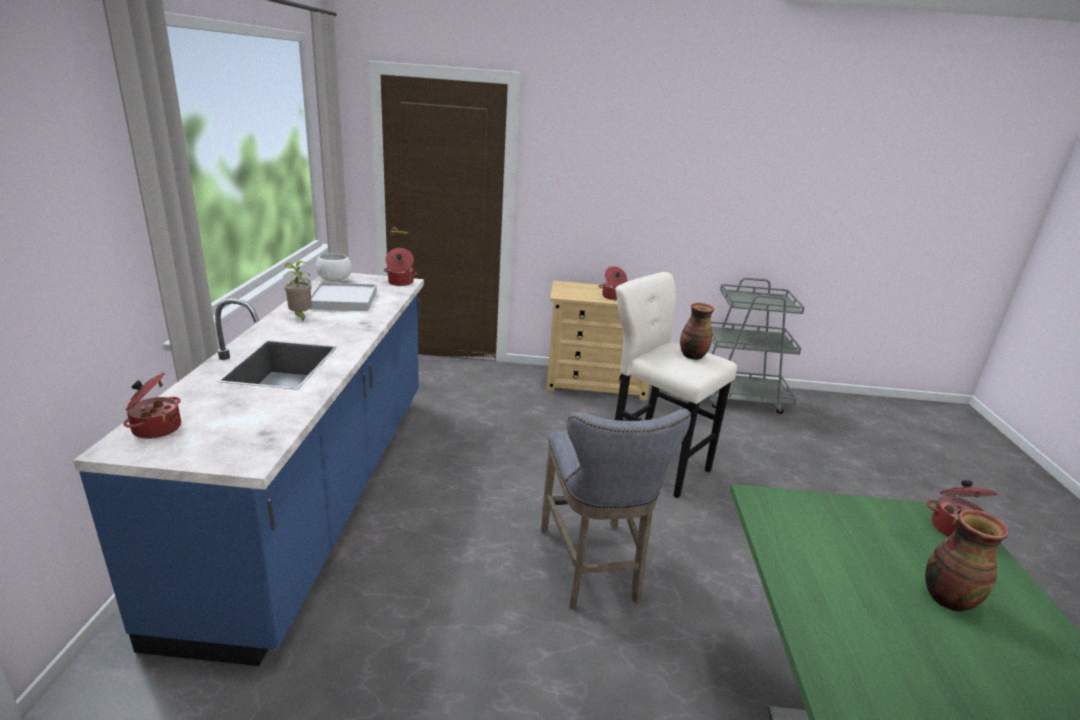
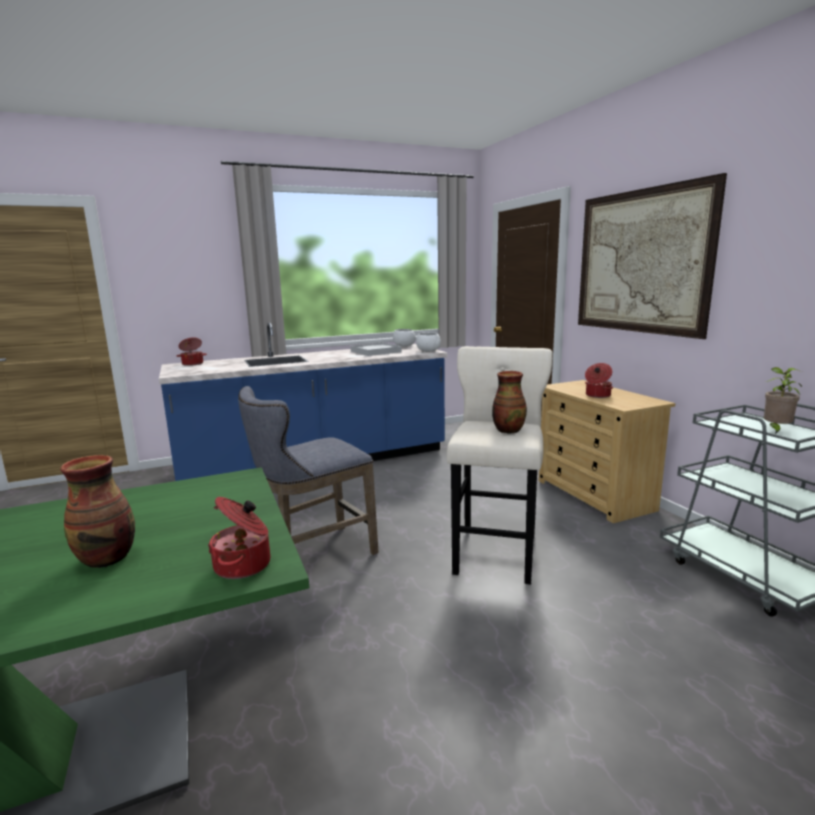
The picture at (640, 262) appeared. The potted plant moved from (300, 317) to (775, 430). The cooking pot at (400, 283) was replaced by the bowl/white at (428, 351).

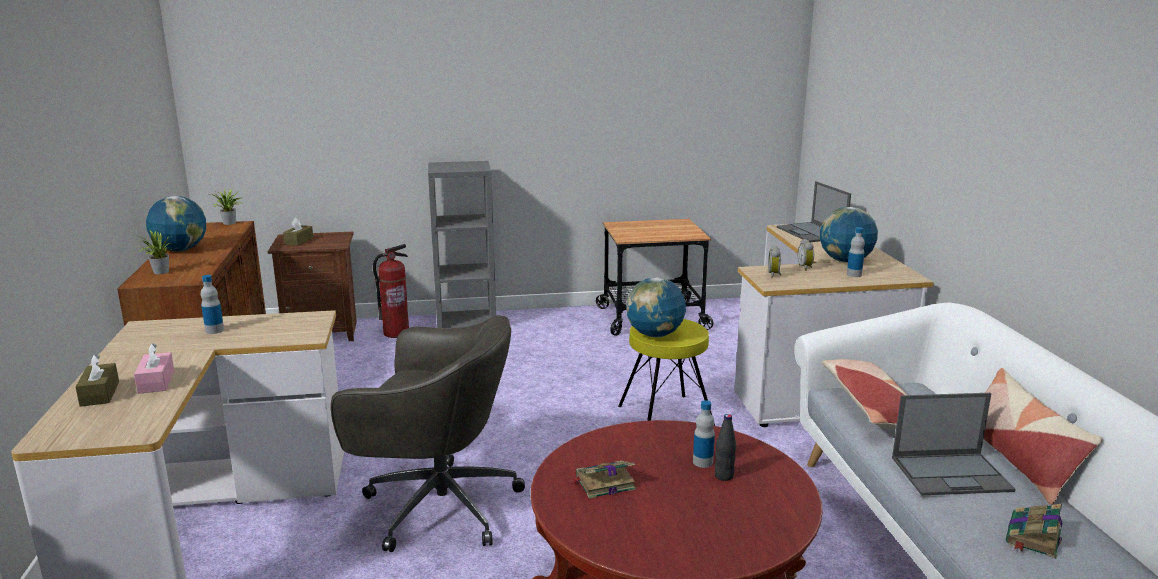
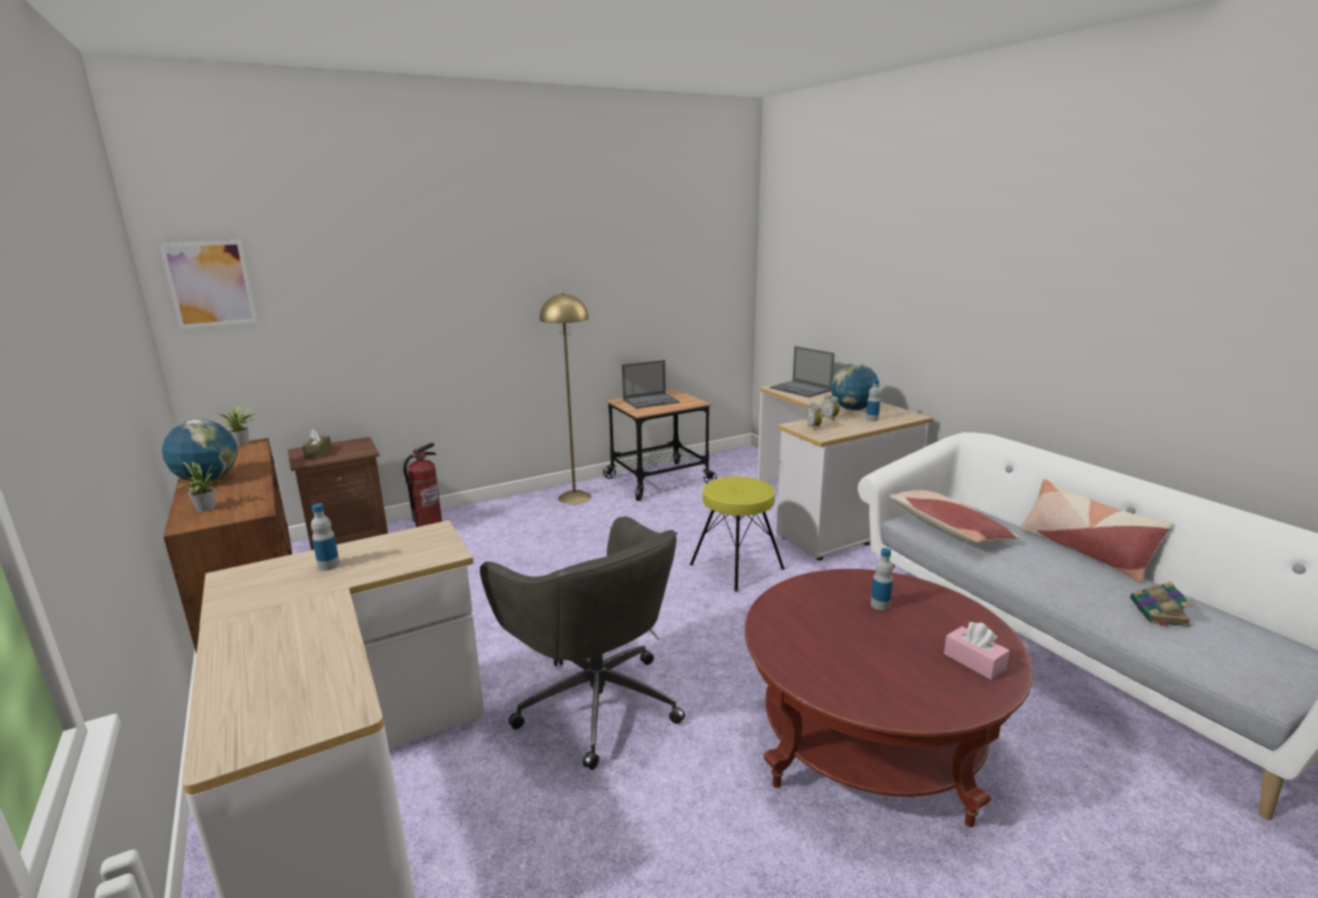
The tissue box/brown at (100, 394) disappeared. The bookcase/grey at (467, 323) disappeared. The book at (603, 483) disappeared. The globe at (655, 335) disappeared. The bottle/black at (724, 476) disappeared. The picture at (210, 284) appeared. The floor lamp/yellow at (575, 497) appeared. The tissue box/pink moved from (156, 382) to (974, 661). The laptop moved from (952, 474) to (651, 401). The office chair/grey at (437, 506) turned 60 degrees clockwise.

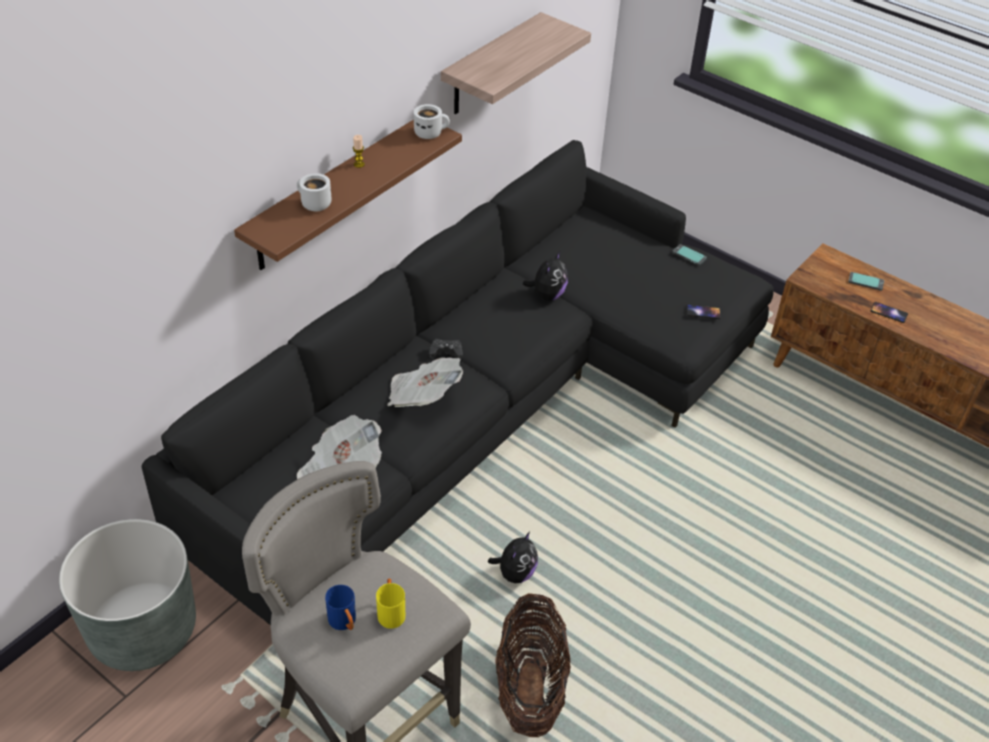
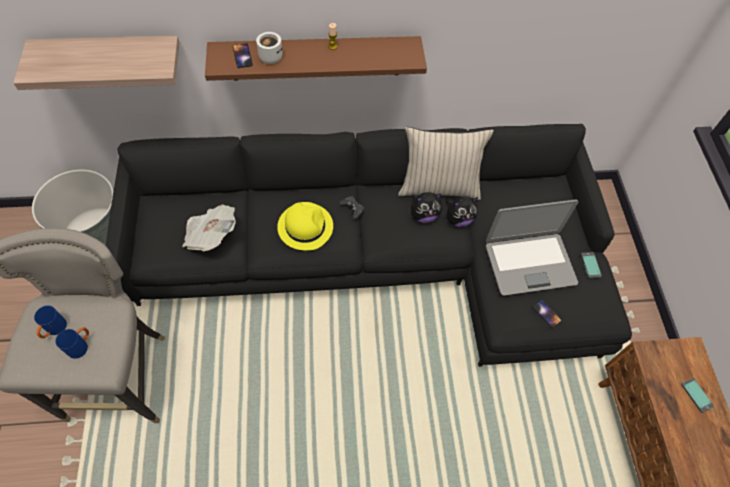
The mug/white at (430, 132) disappeared. The basket at (530, 688) disappeared. The pillow/beige at (438, 187) appeared. The laptop at (529, 263) appeared. The shelf moved from (491, 65) to (111, 57). The plush toy moved from (515, 573) to (423, 215). The phone moved from (889, 312) to (242, 56). The newspaper at (423, 396) was replaced by the hat/yellow at (305, 226). The mug/yellow at (391, 612) became the mug/blue at (81, 346).

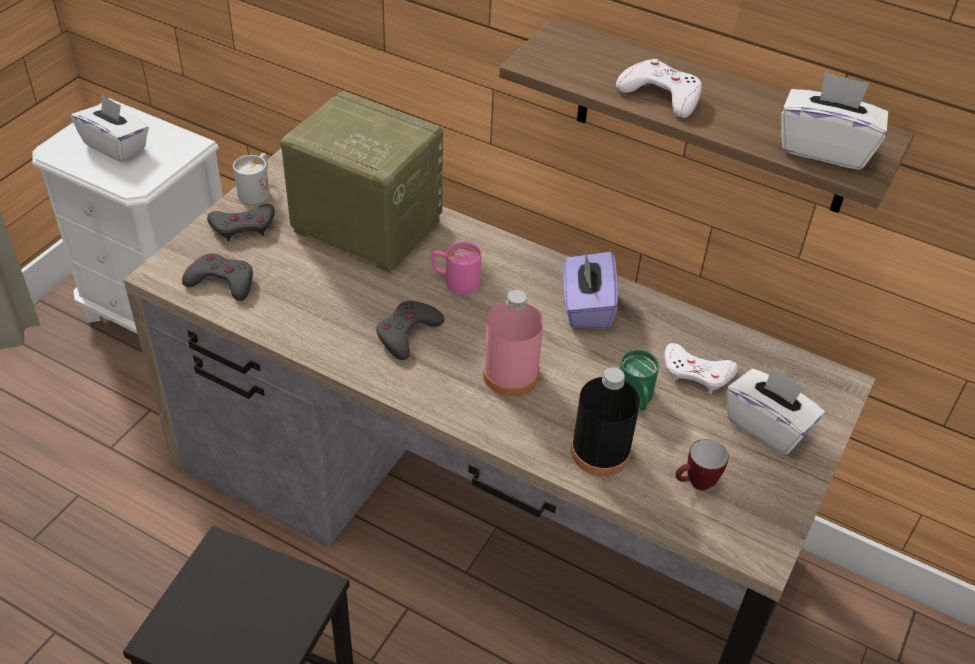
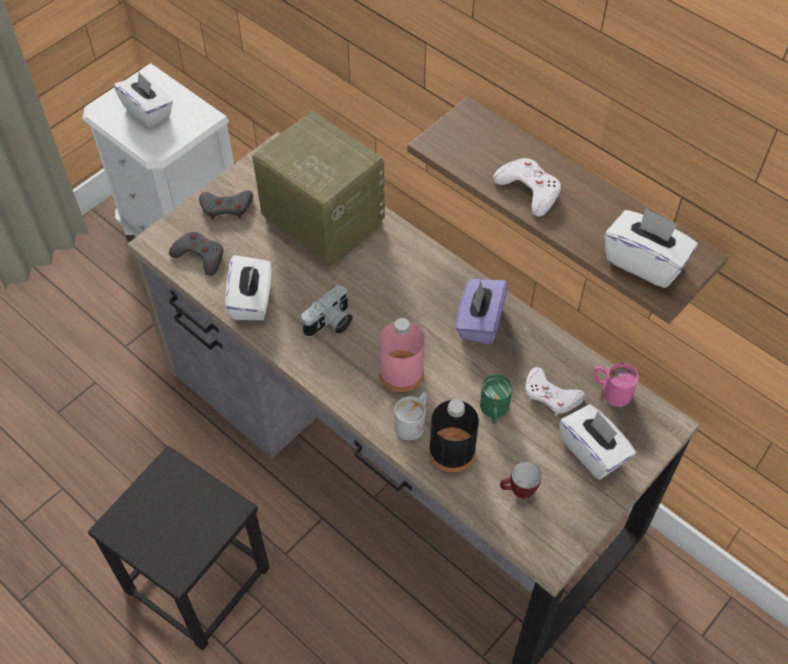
The tissue box/white at (252, 300) appeared. The mug/white moved from (257, 190) to (413, 422). The mug/pink moved from (455, 281) to (610, 391). The game controller/grey at (407, 333) was replaced by the photo camera at (330, 324).

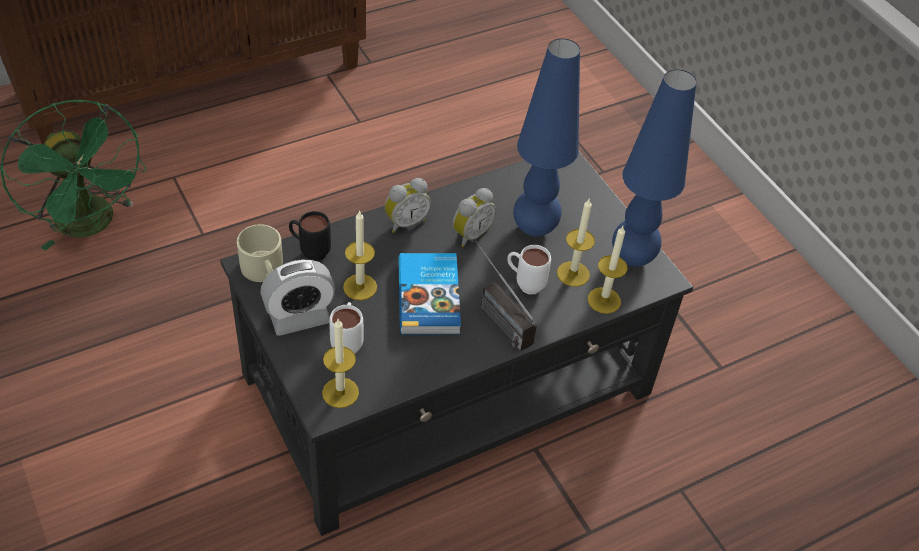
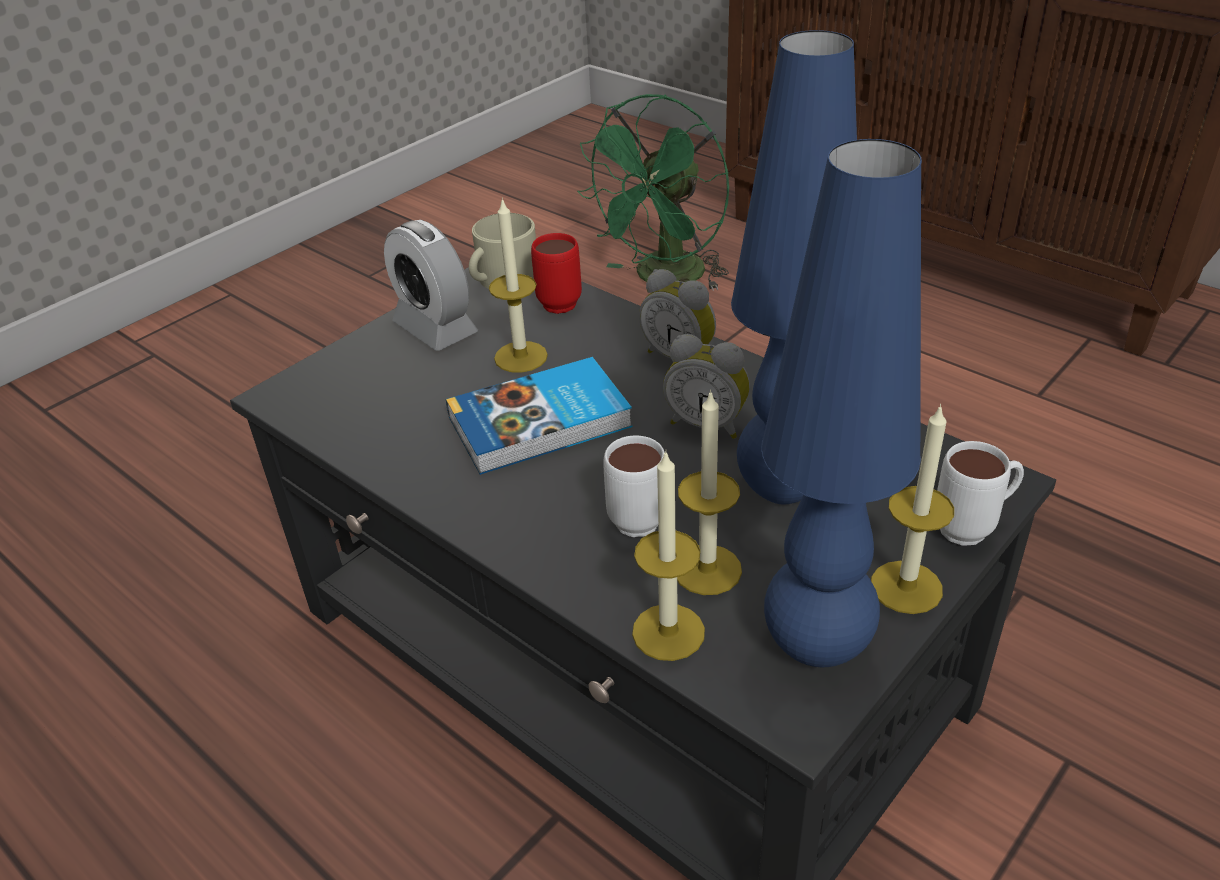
The radio at (494, 315) disappeared. The candle moved from (340, 392) to (906, 587). The mug/white moved from (347, 342) to (973, 528). The mug/black at (310, 251) became the mug/red at (560, 300).

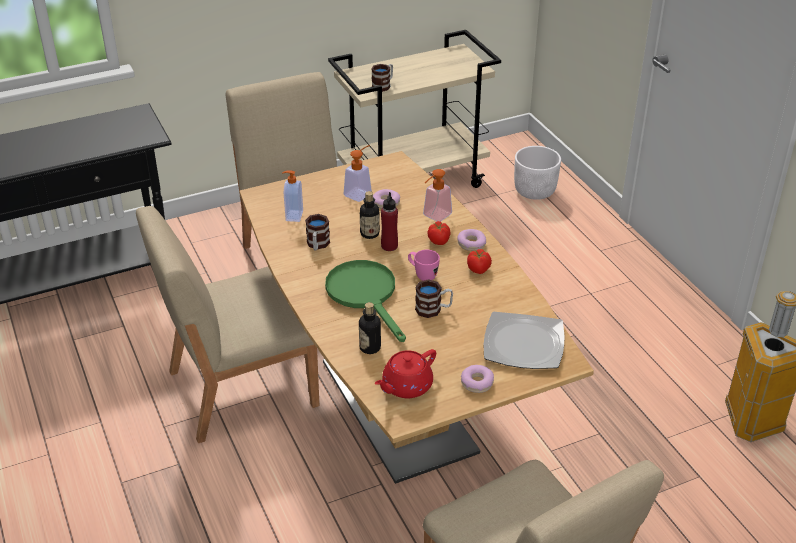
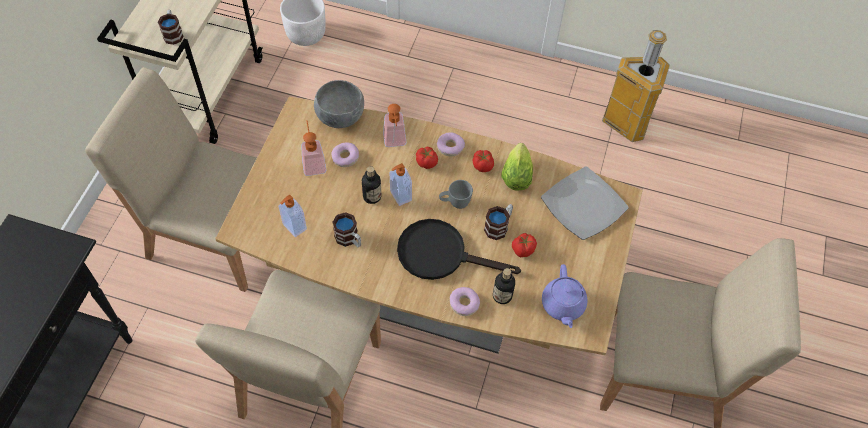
The bowl/grey at (340, 118) appeared. The lettuce at (516, 174) appeared. The tomato at (522, 250) appeared. The donut moved from (477, 383) to (464, 303). The bottle/red at (389, 246) was replaced by the soap dispenser at (400, 196). The frying pan/green at (365, 295) became the frying pan/black at (441, 254). The teapot/red at (406, 386) became the teapot/purple at (563, 305). The mug/pink at (422, 275) became the mug/grey at (455, 203).

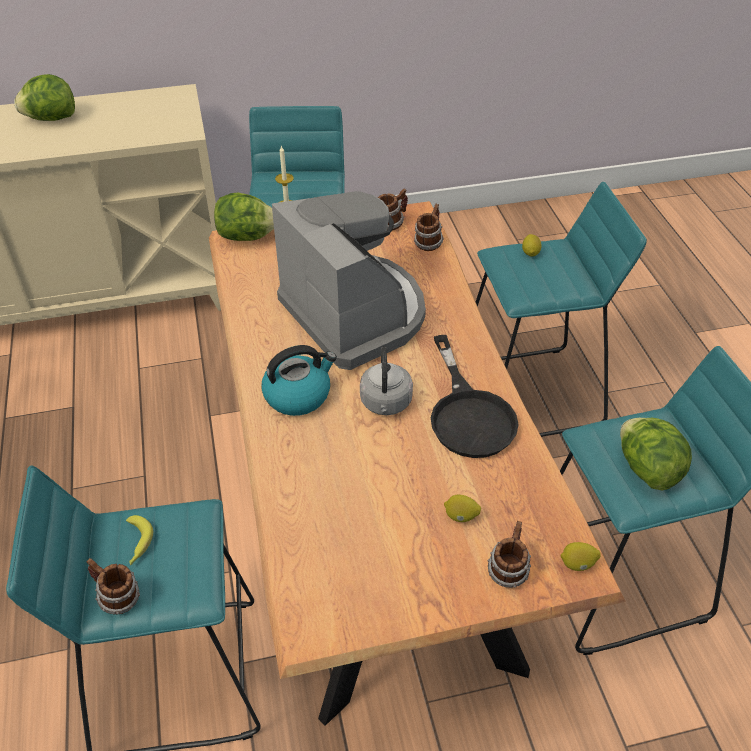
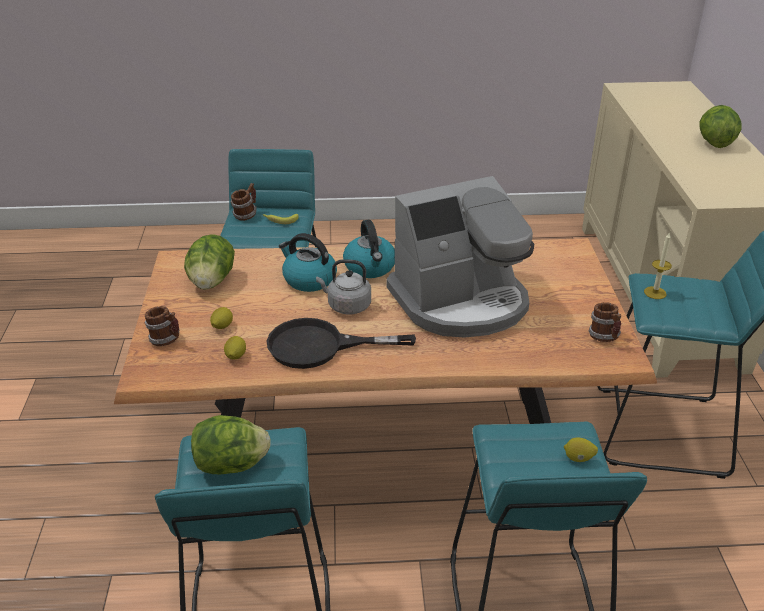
The mug at (428, 242) disappeared. The kettle at (308, 279) appeared. The lettuce moved from (246, 237) to (212, 282). The lemon moved from (577, 564) to (235, 356).

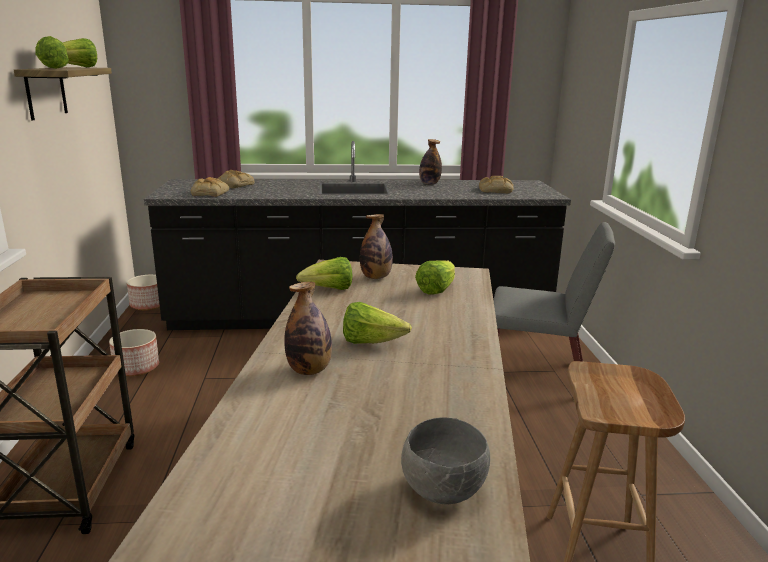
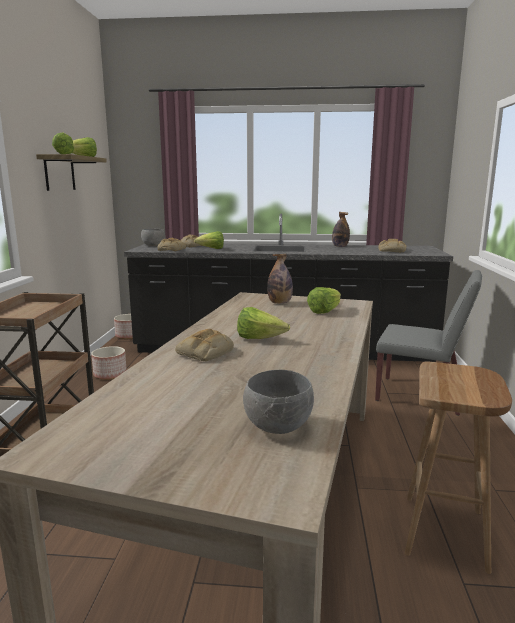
The bowl/grey at (153, 246) appeared. The lettuce moved from (329, 290) to (212, 249). The bottle at (309, 370) was replaced by the bread at (205, 352).

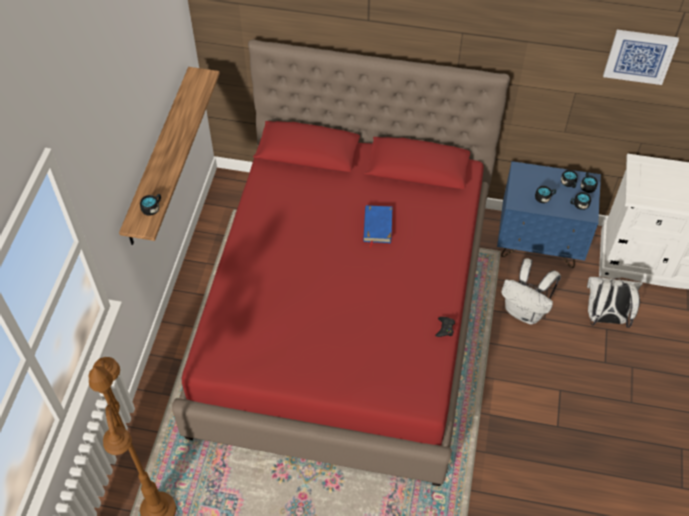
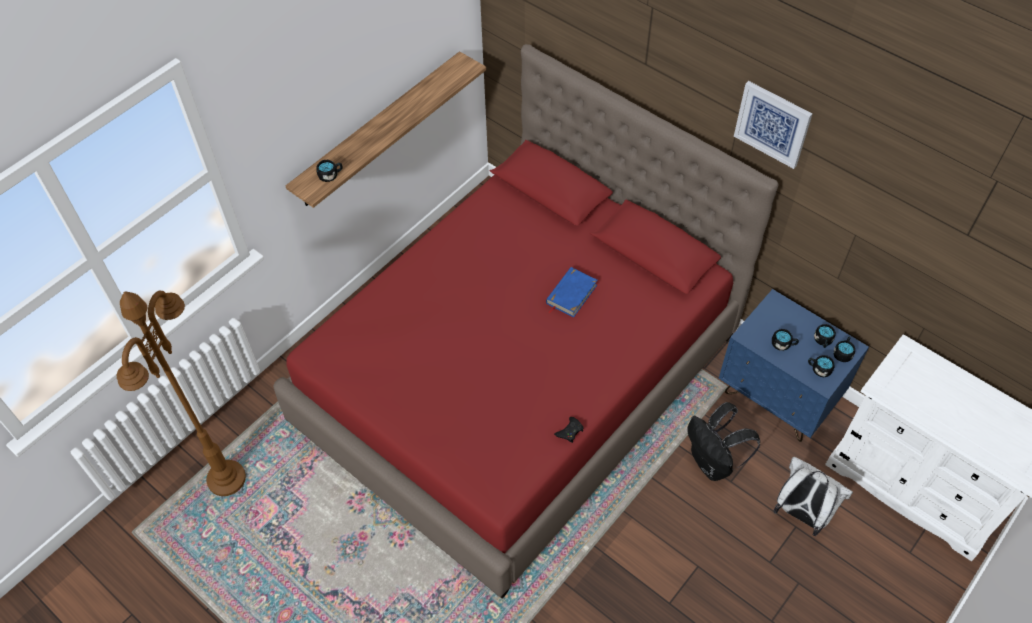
The picture moved from (639, 56) to (773, 123). The backpack/white at (525, 311) became the backpack/black at (713, 463).

